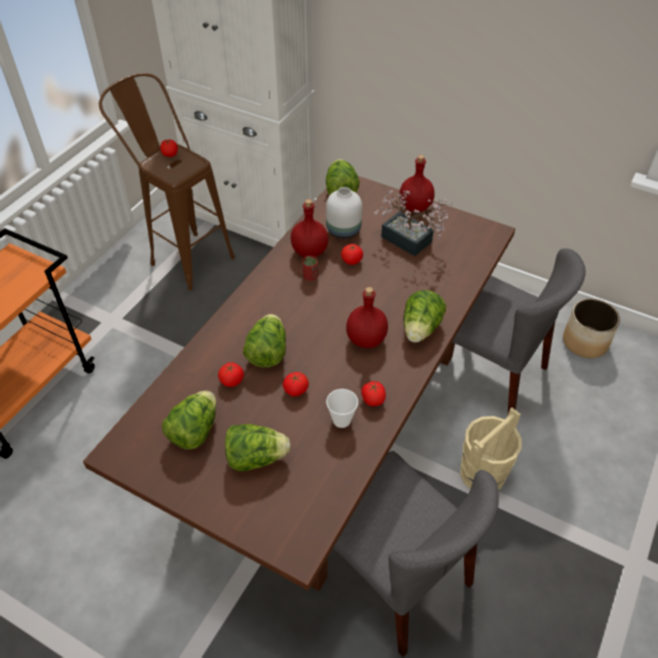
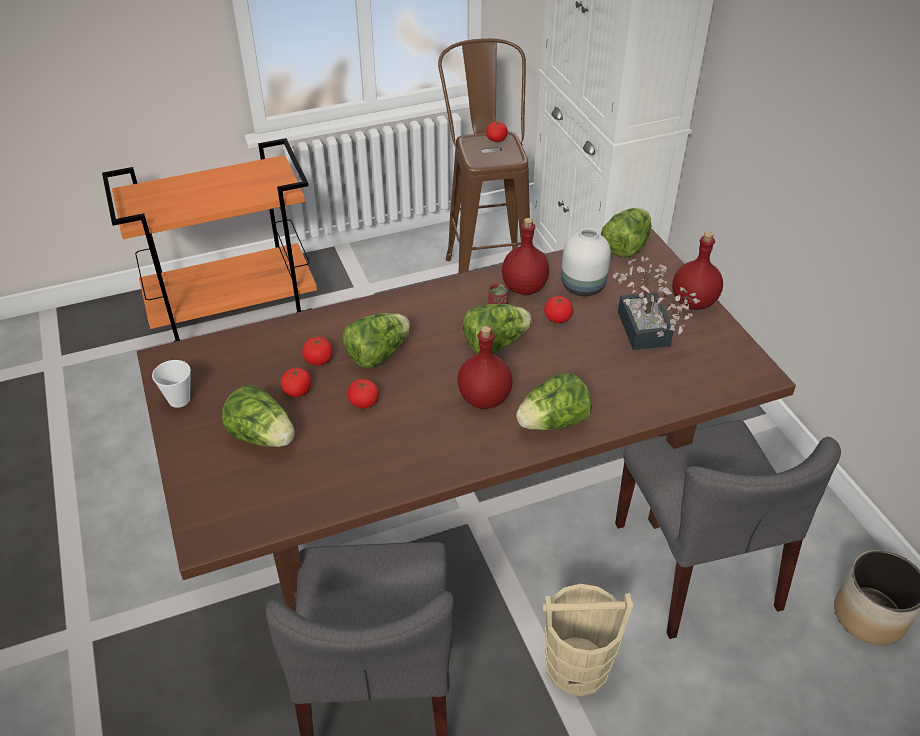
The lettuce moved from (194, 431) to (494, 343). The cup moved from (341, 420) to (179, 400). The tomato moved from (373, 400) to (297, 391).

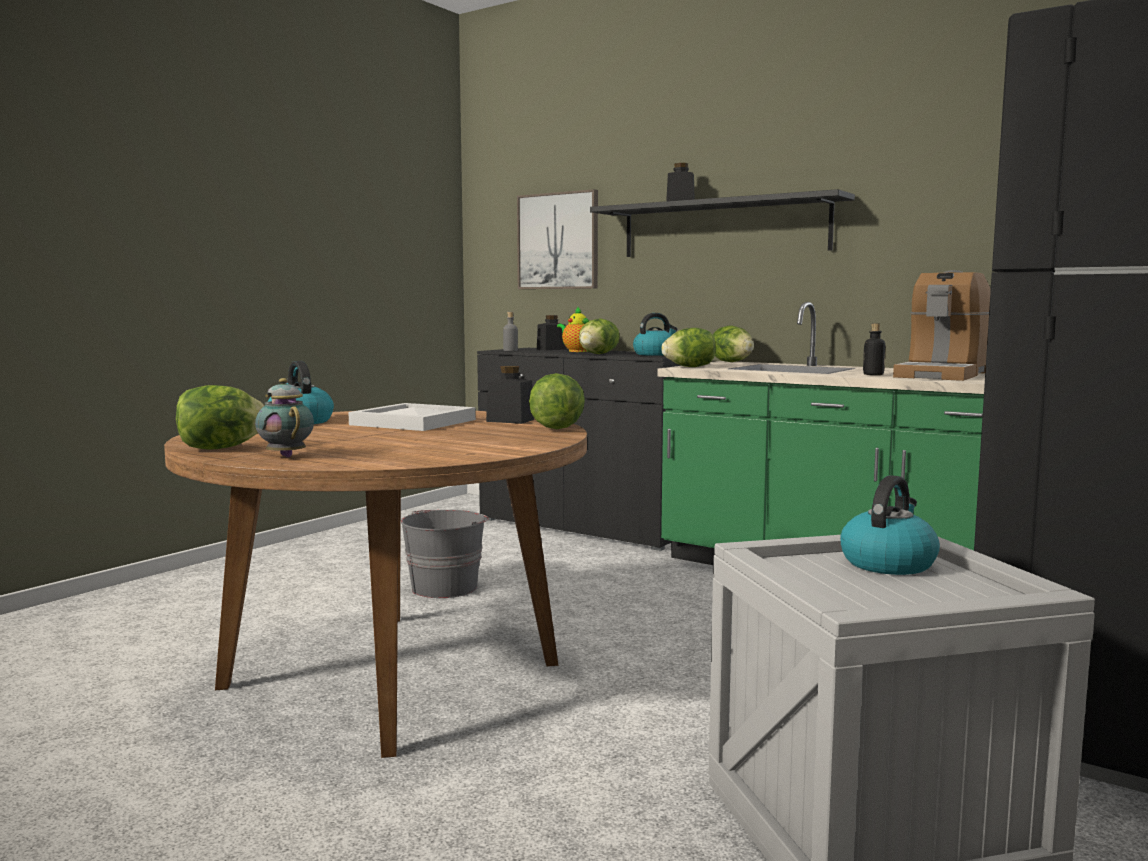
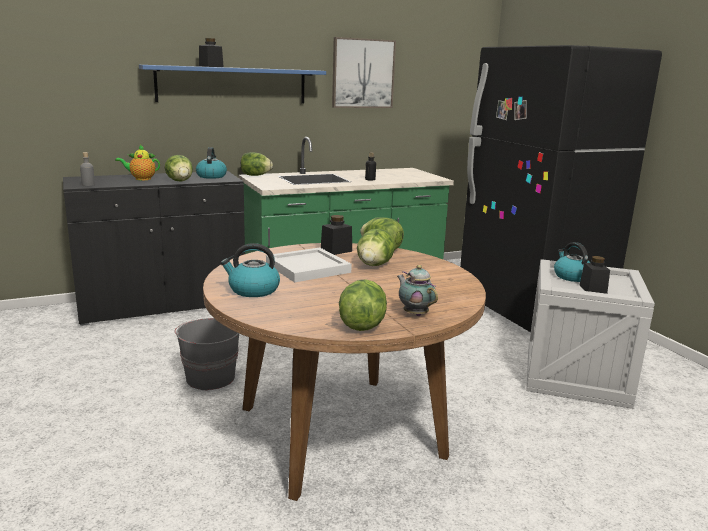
The coffee machine at (942, 375) disappeared. The picture moved from (558, 241) to (363, 73). The jar/black moved from (551, 349) to (593, 289). The lettuce moved from (689, 367) to (374, 265). The shelf/black at (723, 228) became the shelf/blue at (232, 85). The teapot at (286, 456) turned 60 degrees clockwise.

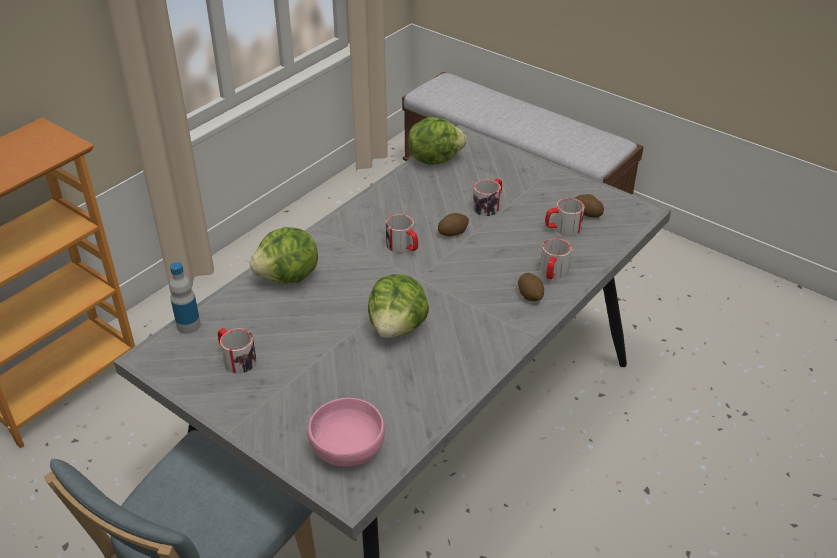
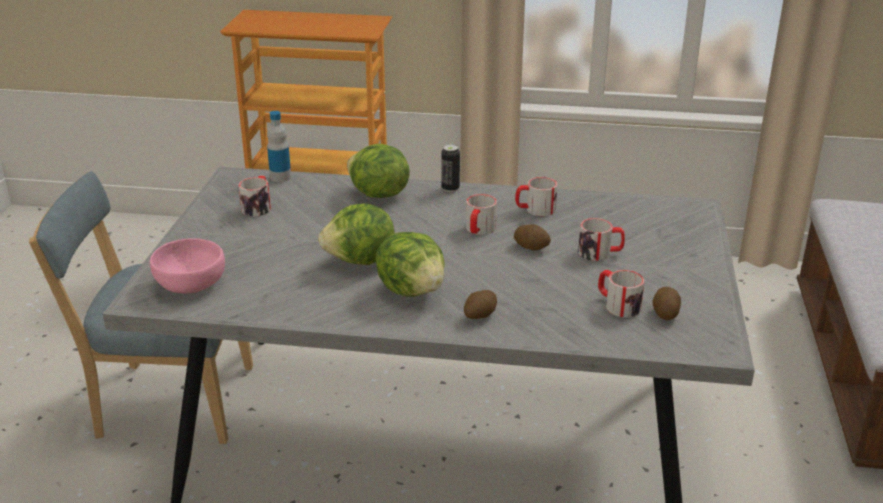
The can at (450, 188) appeared. The lettuce moved from (434, 159) to (413, 290). The mug moved from (552, 272) to (535, 209).

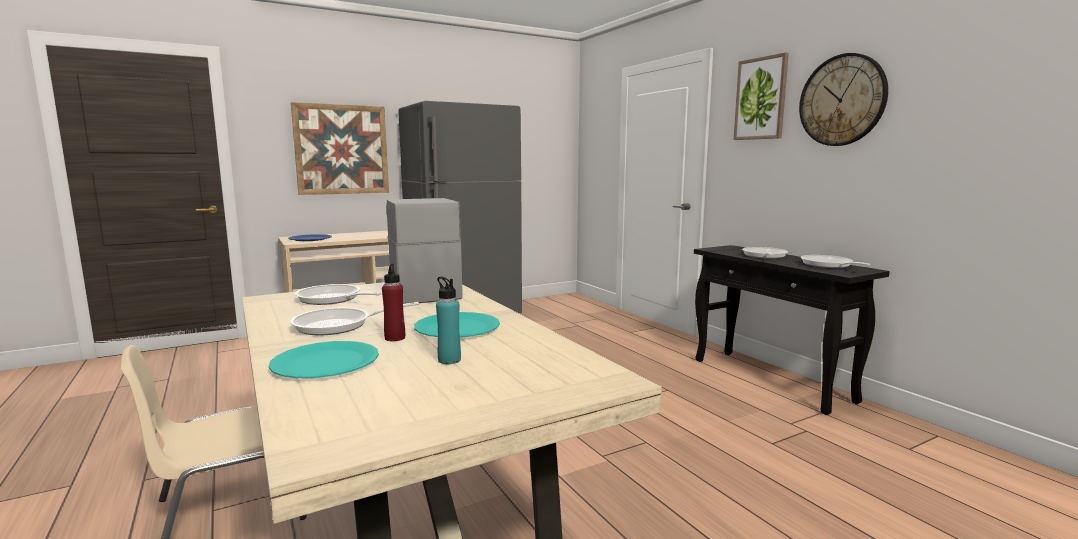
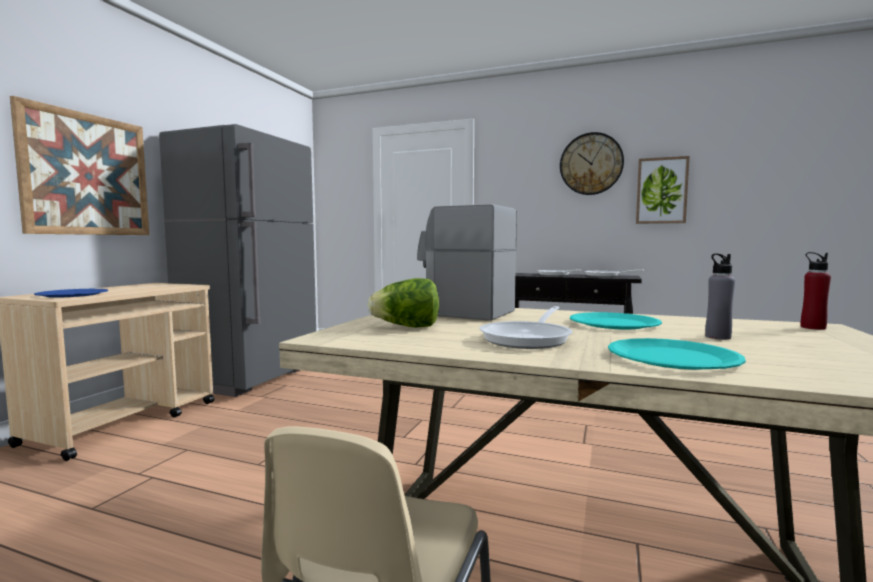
The bottle/red moved from (395, 338) to (812, 327). The picture moved from (761, 99) to (661, 190). The frying pan at (332, 299) was replaced by the lettuce at (407, 327). The bottle/turquoise at (449, 360) became the bottle/grey at (717, 337).

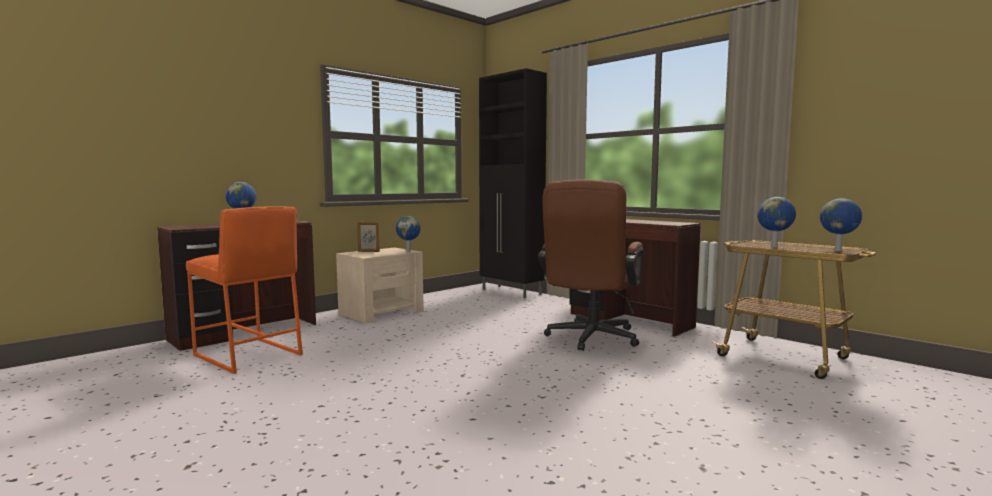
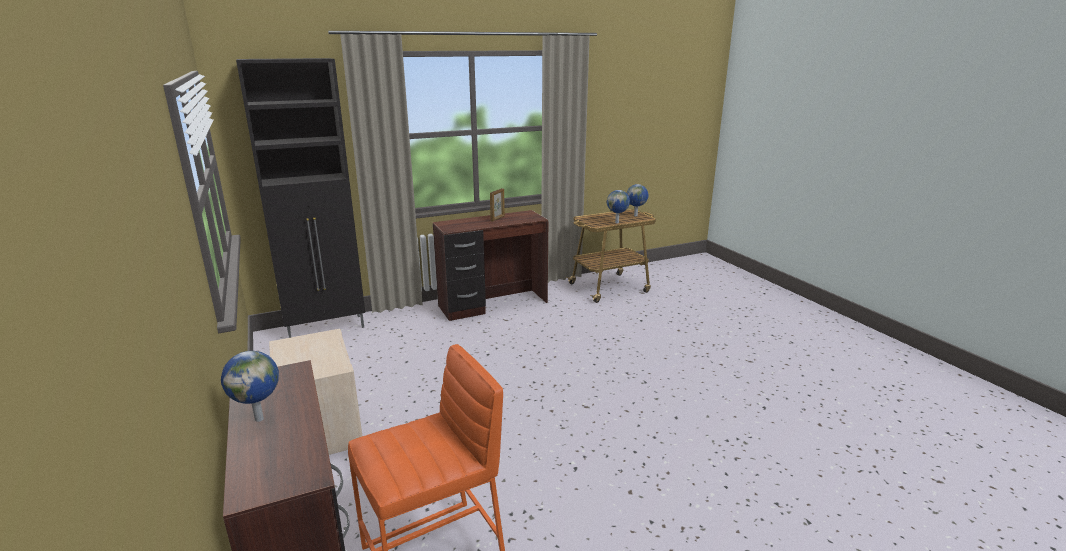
The globe at (408, 251) disappeared. The office chair/brown at (590, 339) disappeared. The picture frame moved from (368, 251) to (497, 218).

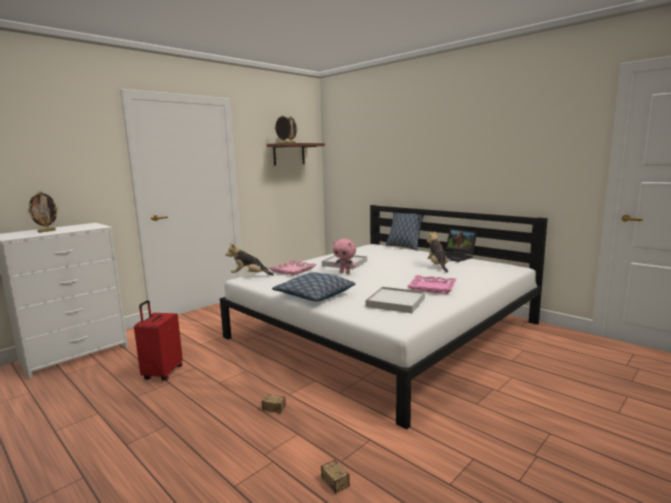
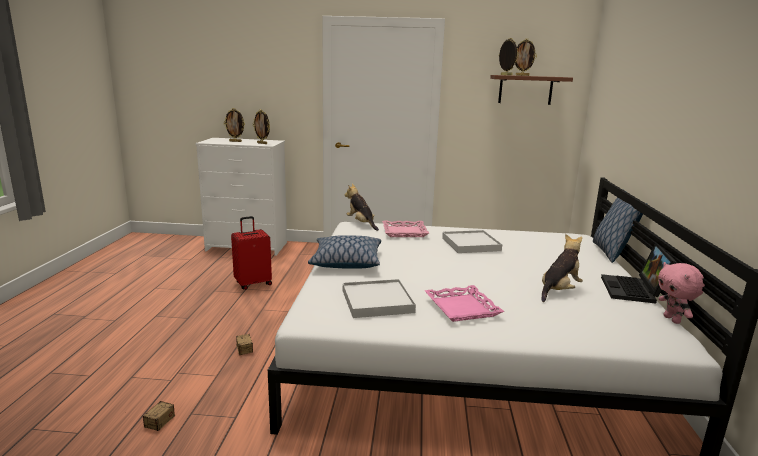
The picture frame at (262, 143) appeared. The plush toy/pink moved from (345, 273) to (673, 320).

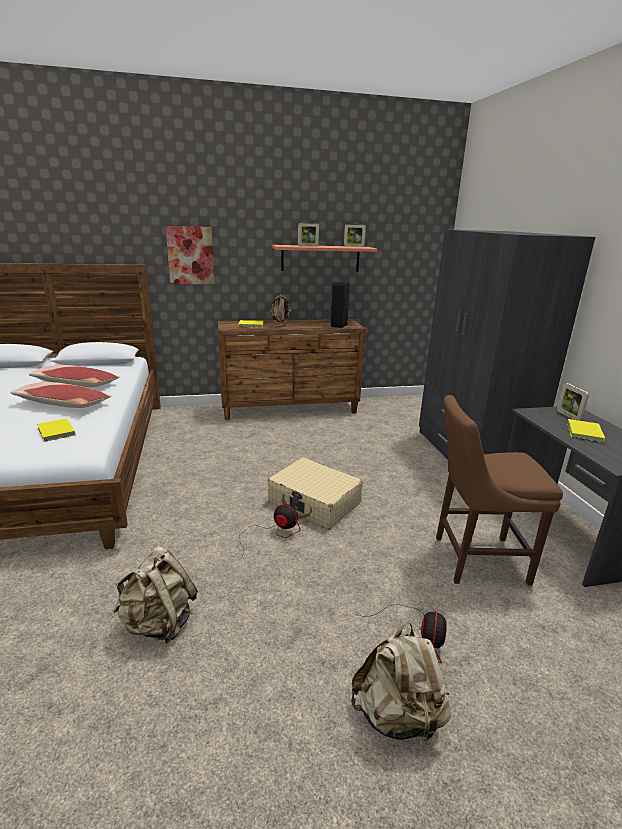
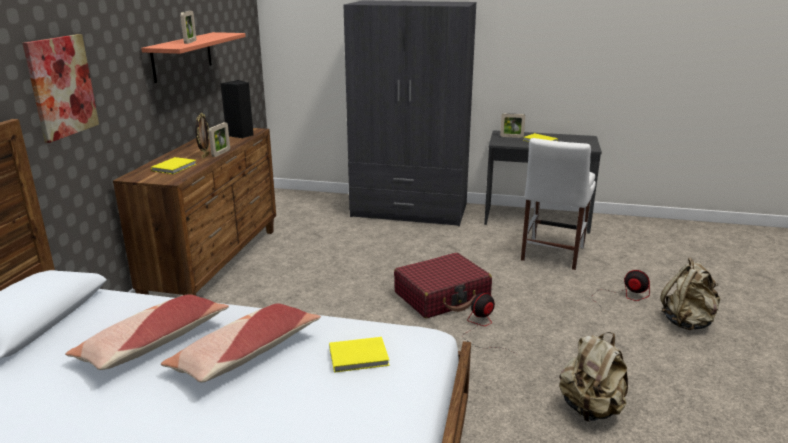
The picture frame moved from (353, 246) to (221, 153). The suitcase/beige at (314, 503) became the suitcase/red at (442, 296). The chair/brown at (475, 559) became the chair/white at (551, 255).

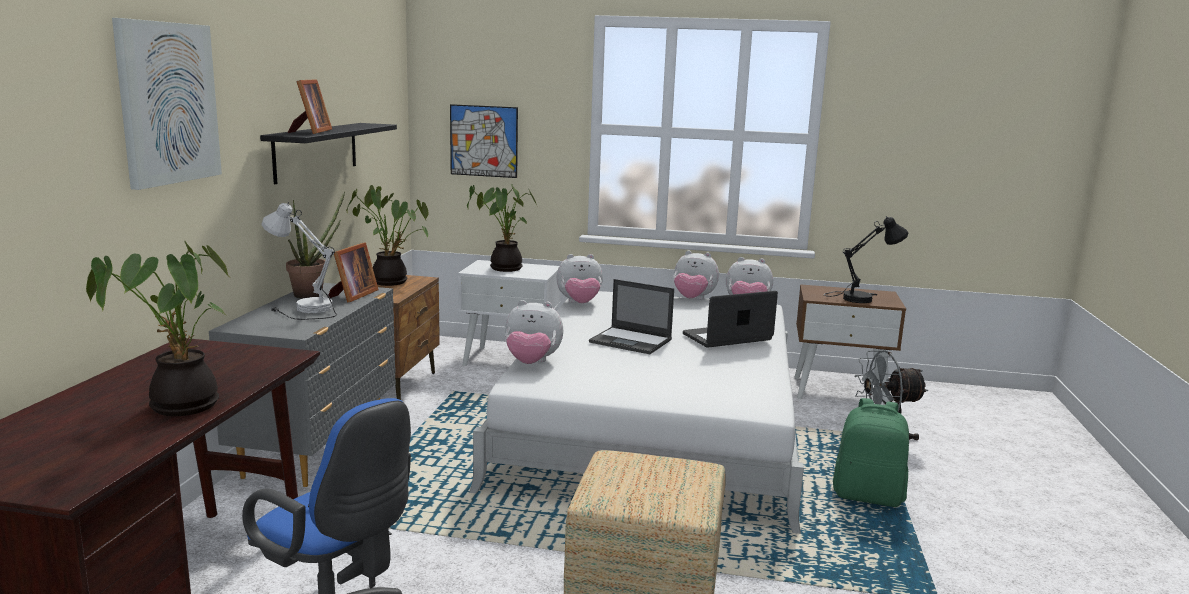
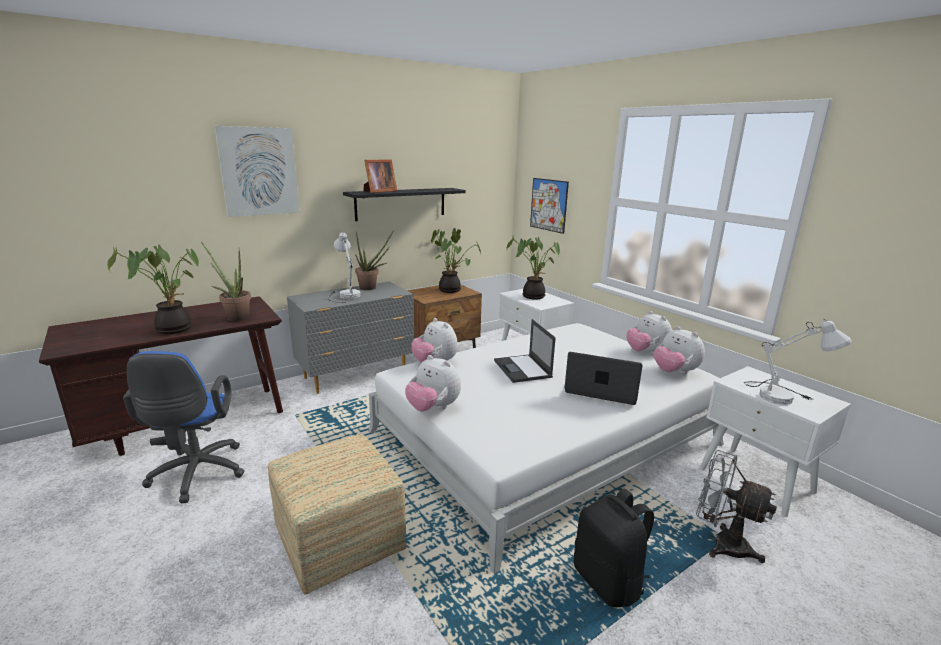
The picture frame at (352, 296) disappeared. The potted plant at (234, 317) appeared. The plush toy moved from (579, 304) to (433, 408). The nightstand/brown at (840, 391) became the nightstand/white at (757, 480). The table lamp/black at (859, 298) became the table lamp/white at (783, 396). The backpack/green at (868, 496) became the backpack/black at (609, 581).

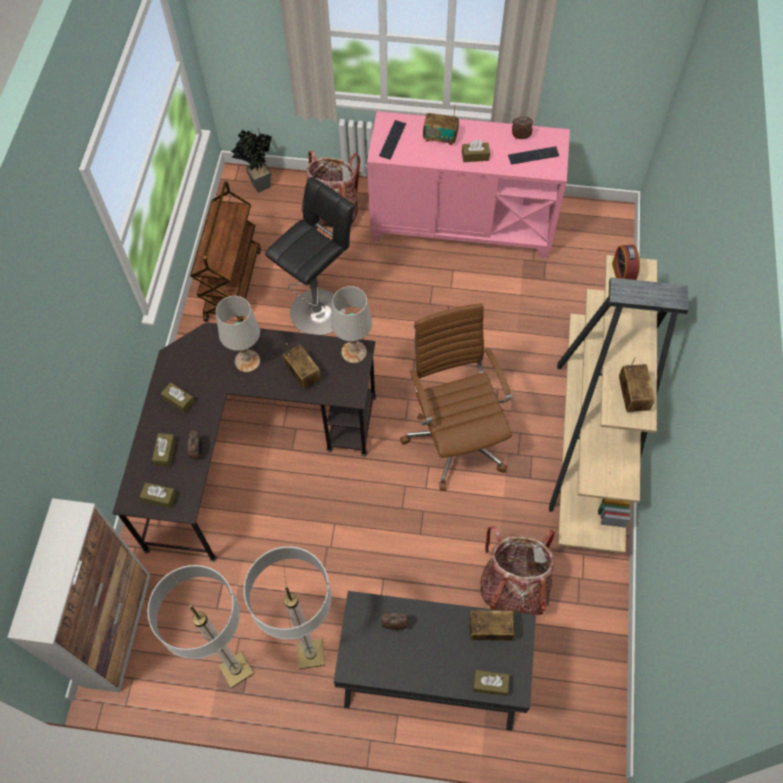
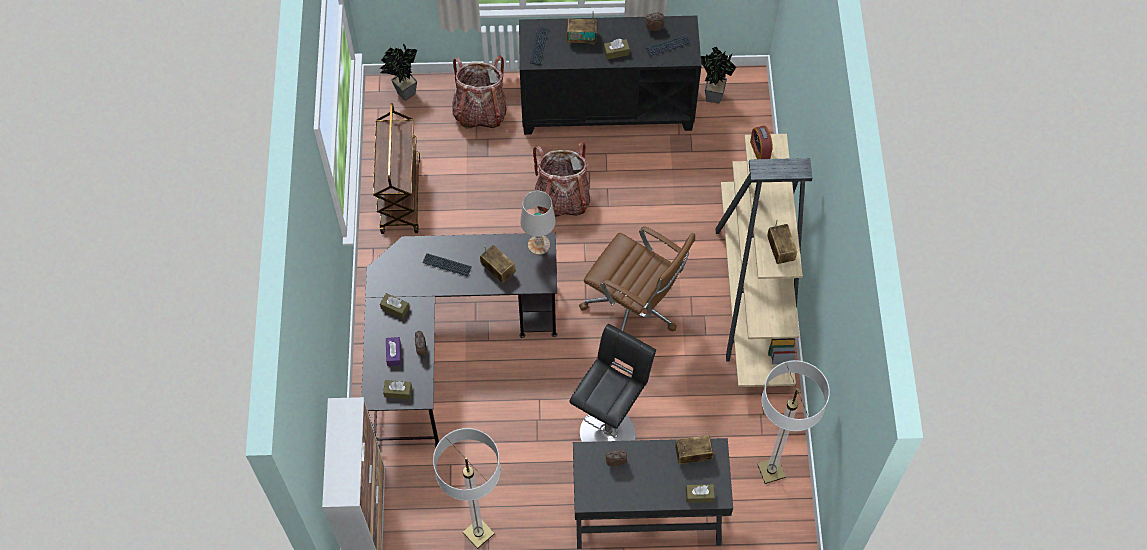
The potted plant at (711, 95) appeared. The floor lamp moved from (310, 654) to (771, 471). The stool/black moved from (320, 309) to (609, 429). The backpack moved from (514, 586) to (562, 199). The table lamp/white at (247, 360) was replaced by the keyboard at (447, 265). The tissue box/brown at (165, 452) became the tissue box/purple at (394, 353). The cabinet/pink at (462, 225) became the cabinet/black at (607, 108). The office chair/brown at (456, 437) turned 150 degrees clockwise.

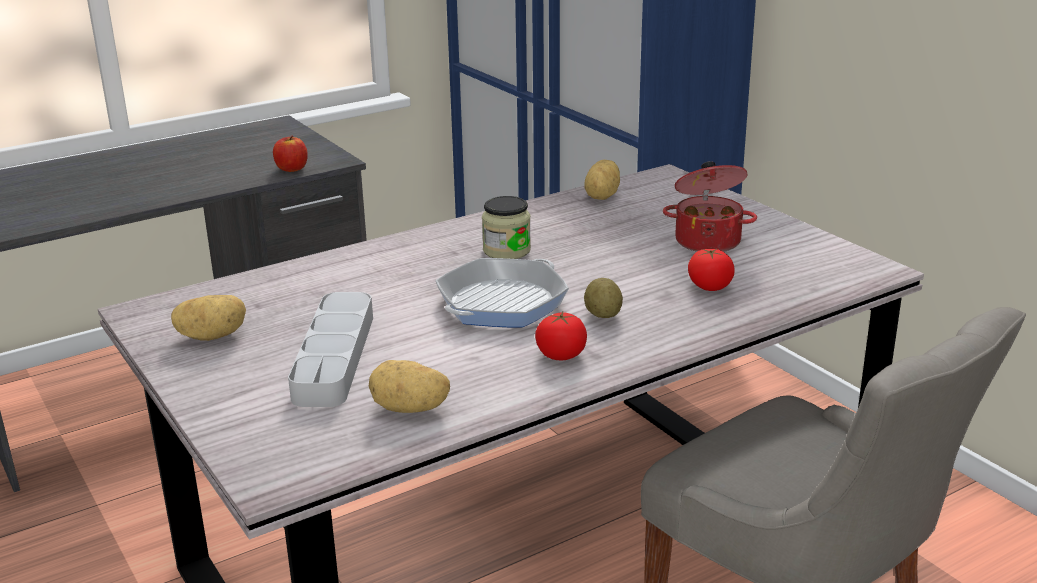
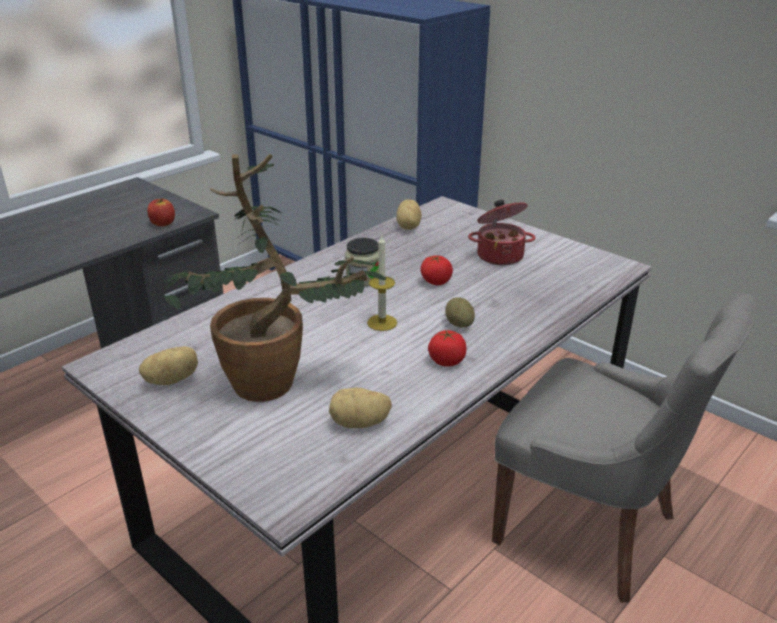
The tomato moved from (709, 286) to (436, 281). The tray/grey at (334, 356) was replaced by the potted plant at (279, 385). The frying pan at (502, 303) was replaced by the candle at (382, 322).

